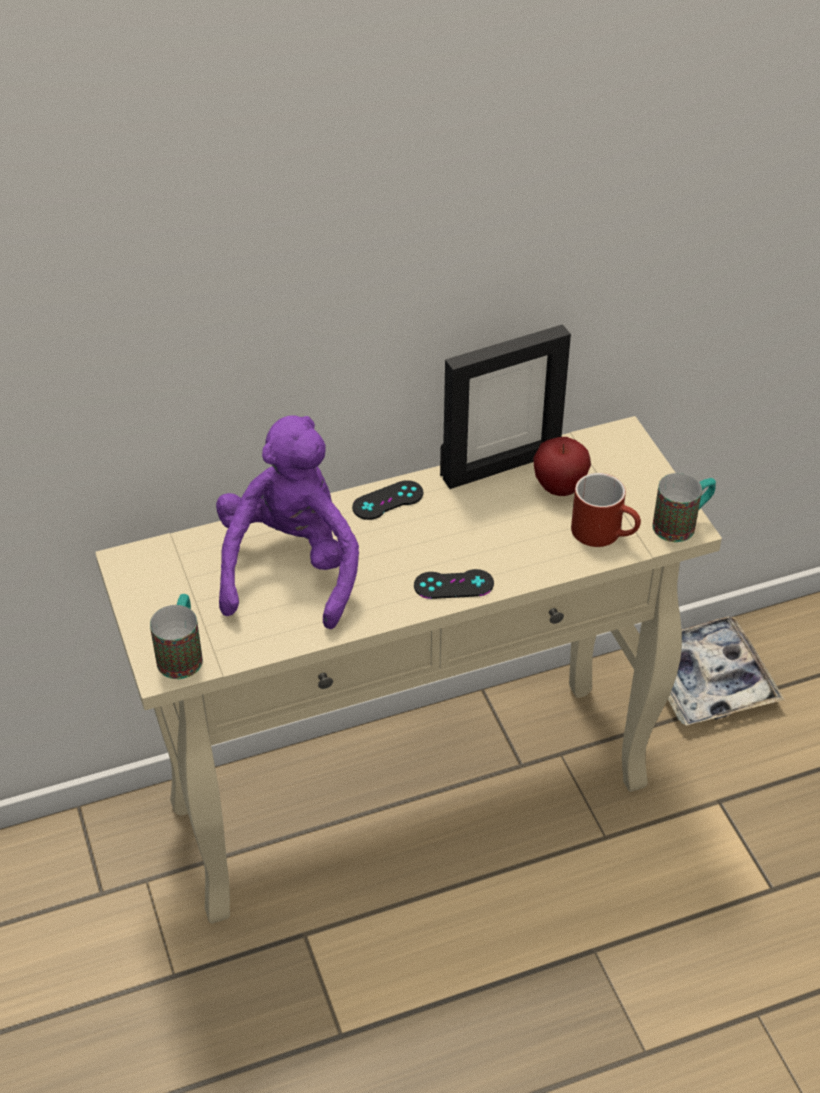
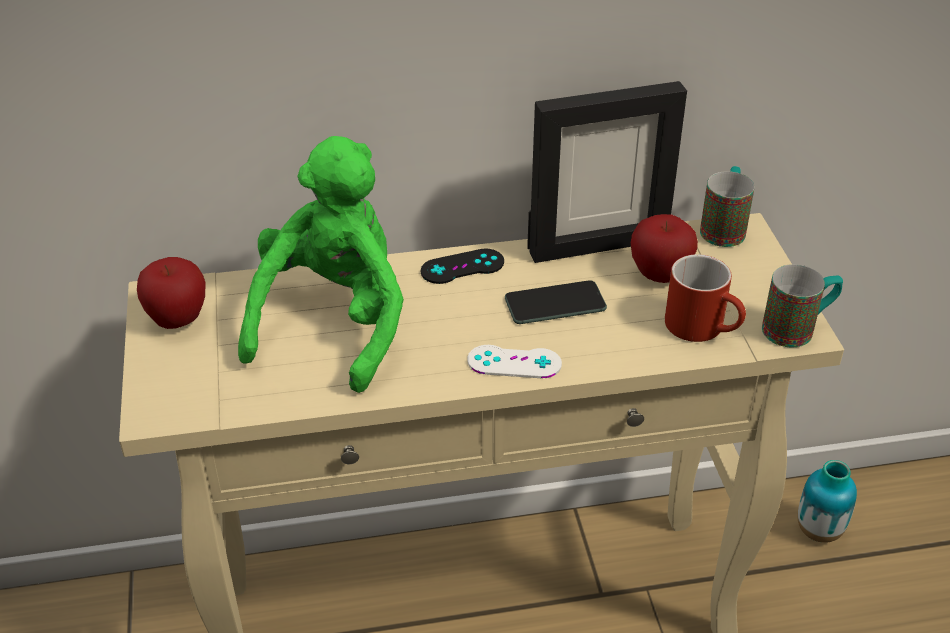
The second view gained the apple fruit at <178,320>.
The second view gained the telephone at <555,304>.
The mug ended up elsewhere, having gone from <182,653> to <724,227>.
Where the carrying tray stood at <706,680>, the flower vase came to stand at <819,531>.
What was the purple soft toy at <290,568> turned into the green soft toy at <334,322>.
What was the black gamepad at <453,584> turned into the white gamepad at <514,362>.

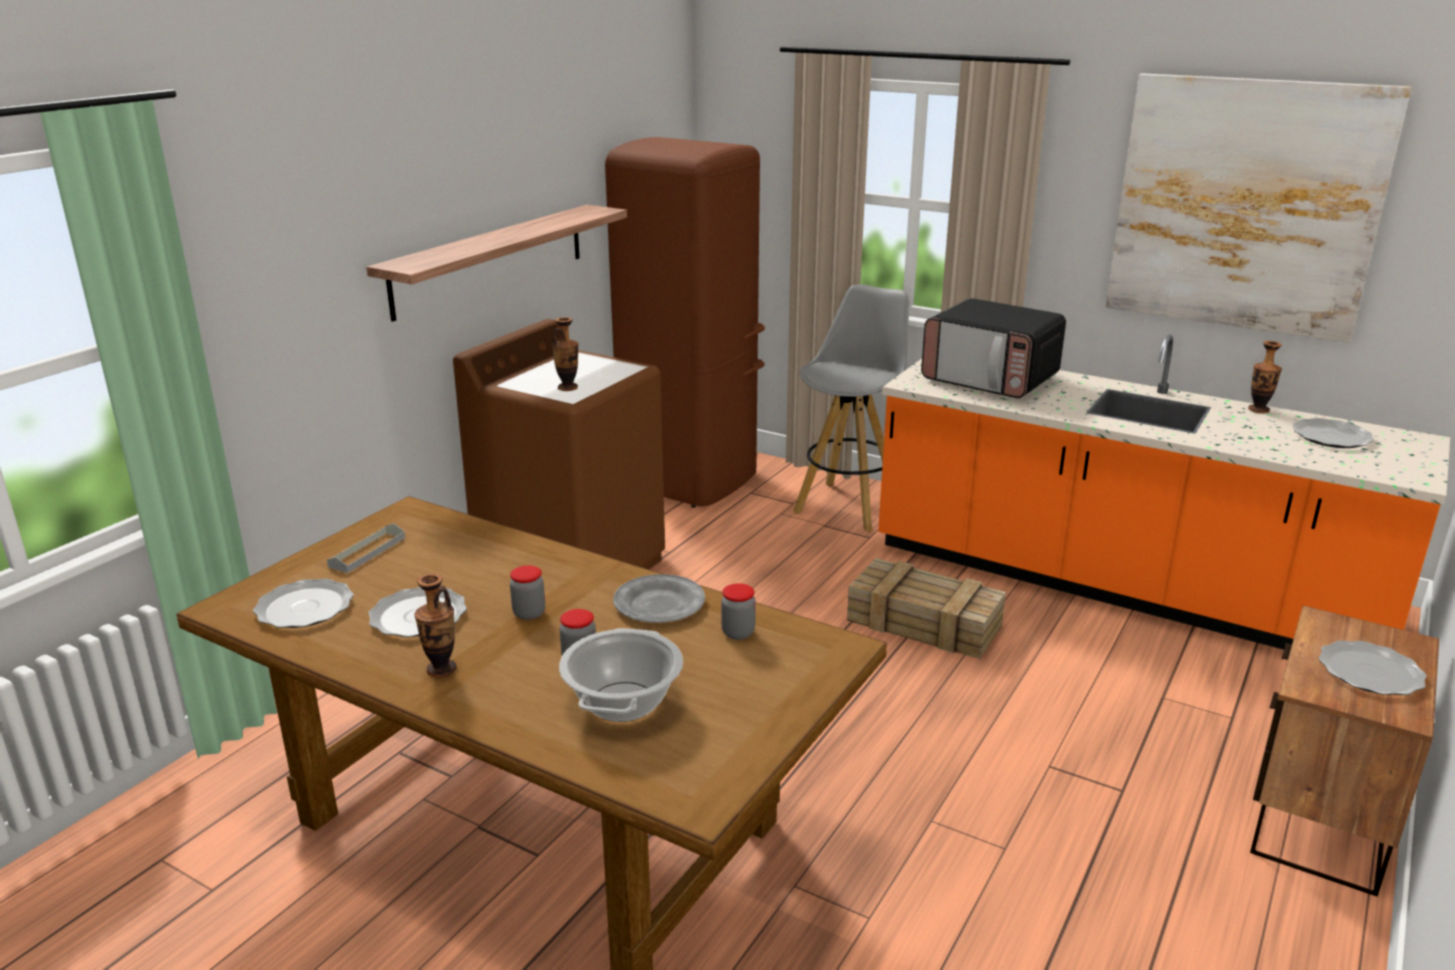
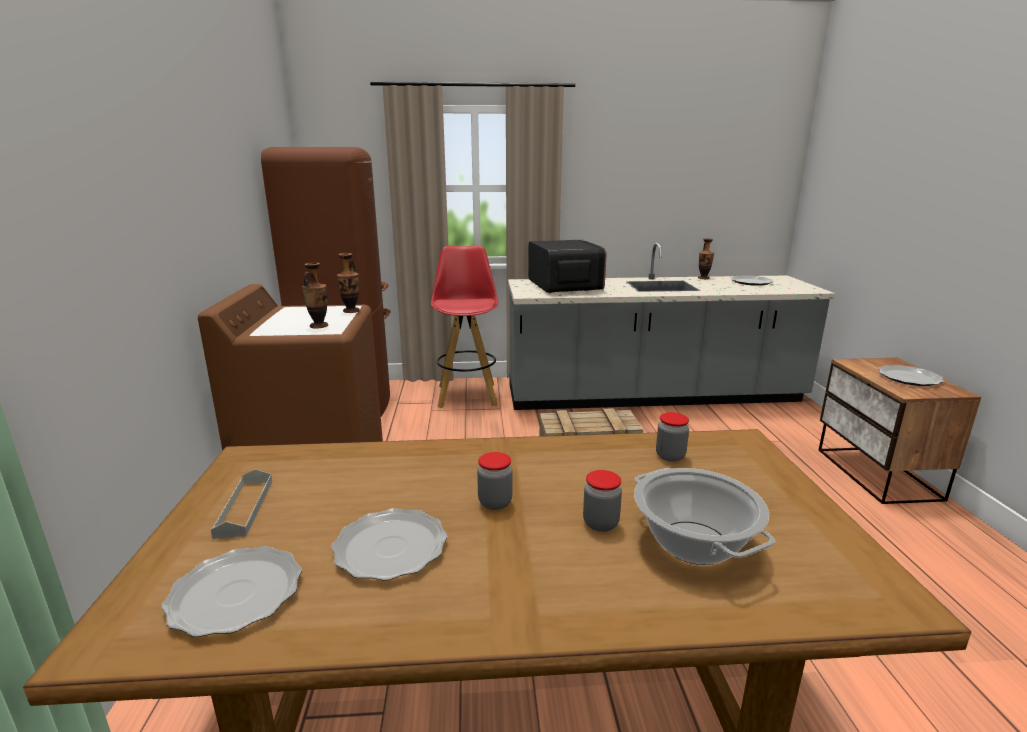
The second view lost the bracket shelf at <491,259>.
The second view lost the gray flat dish at <659,604>.
The second view lost the picture at <1245,206>.
The flower vase ended up elsewhere, having gone from <441,669> to <351,311>.
What was the gray sitting stool at <849,505> turned into the reddish sitting stool at <468,395>.
What was the orange-coloured kitchen base unit at <1121,585> turned into the gray kitchen base unit at <652,395>.
The kitchen microwave at <990,379> ended up facing another way, 105 degrees counterclockwise from before.

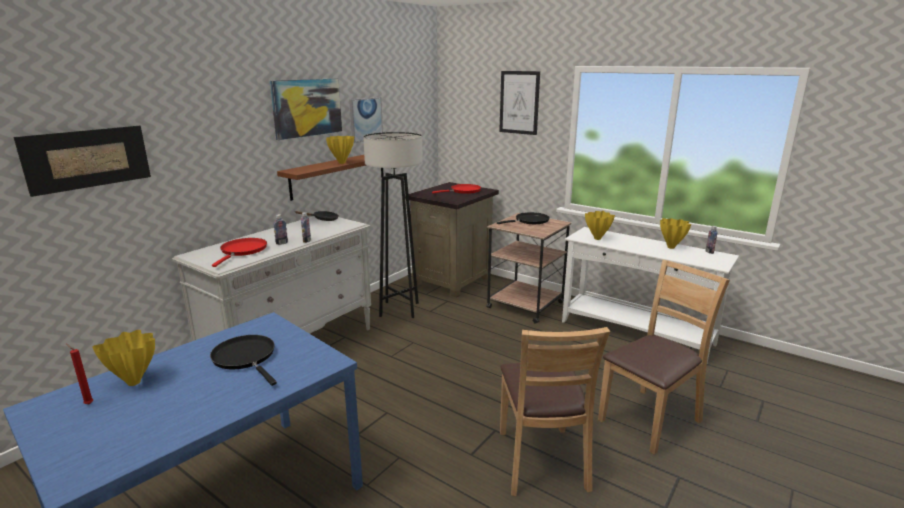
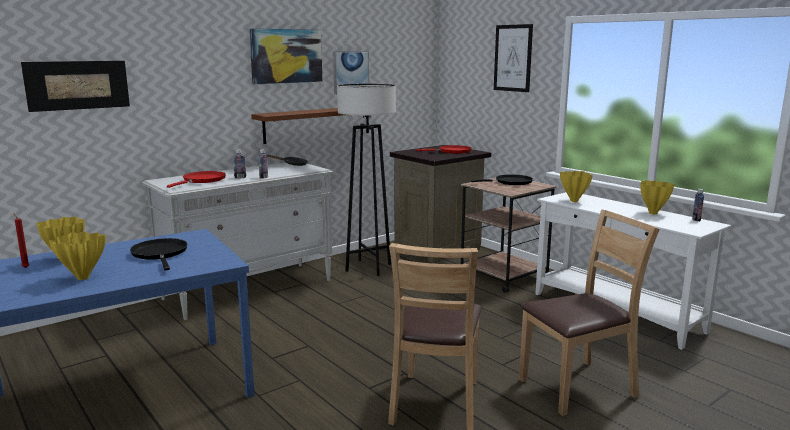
The yellowish flower vase ended up elsewhere, having gone from <341,163> to <82,278>.

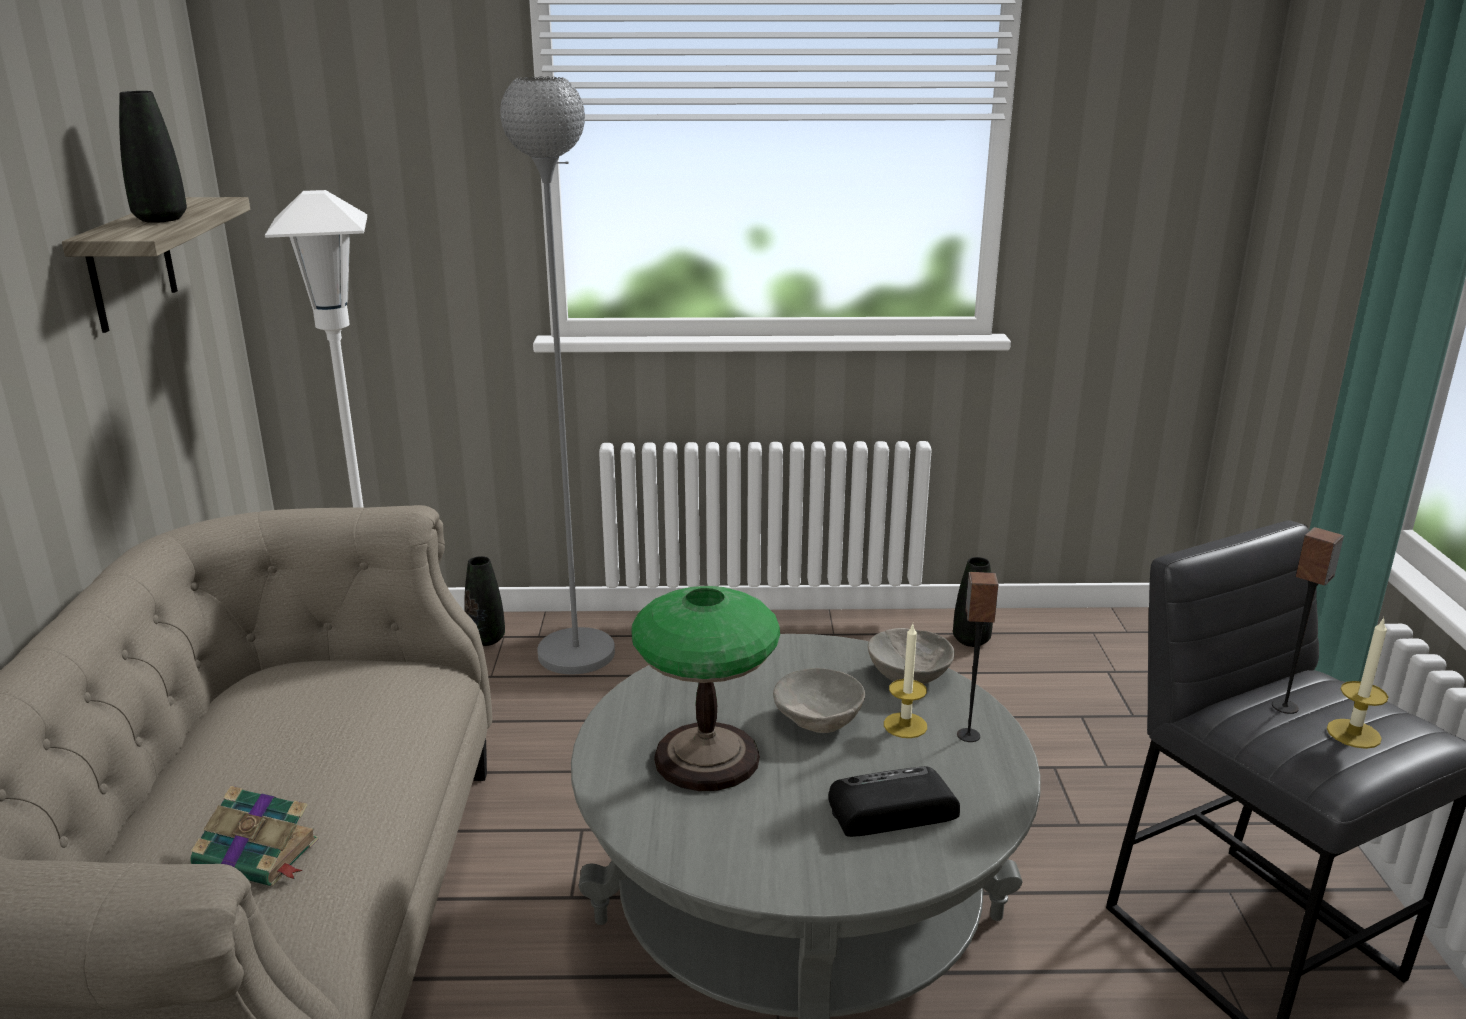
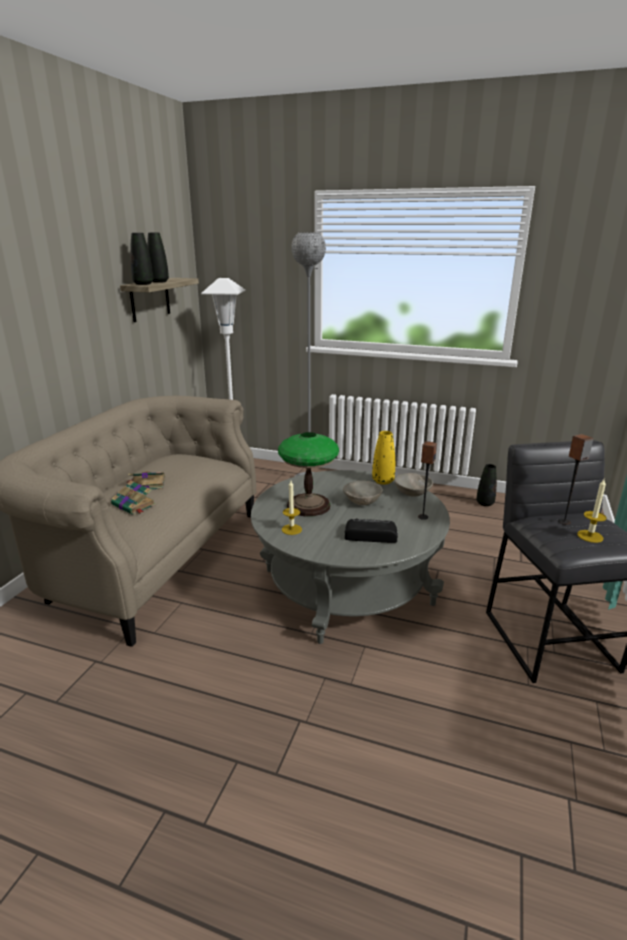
The second view gained the bound book at <147,484>.
The second view gained the yellowish flower vase at <383,481>.
The black flower vase ended up elsewhere, having gone from <486,639> to <143,284>.
The candle ended up elsewhere, having gone from <905,725> to <291,529>.

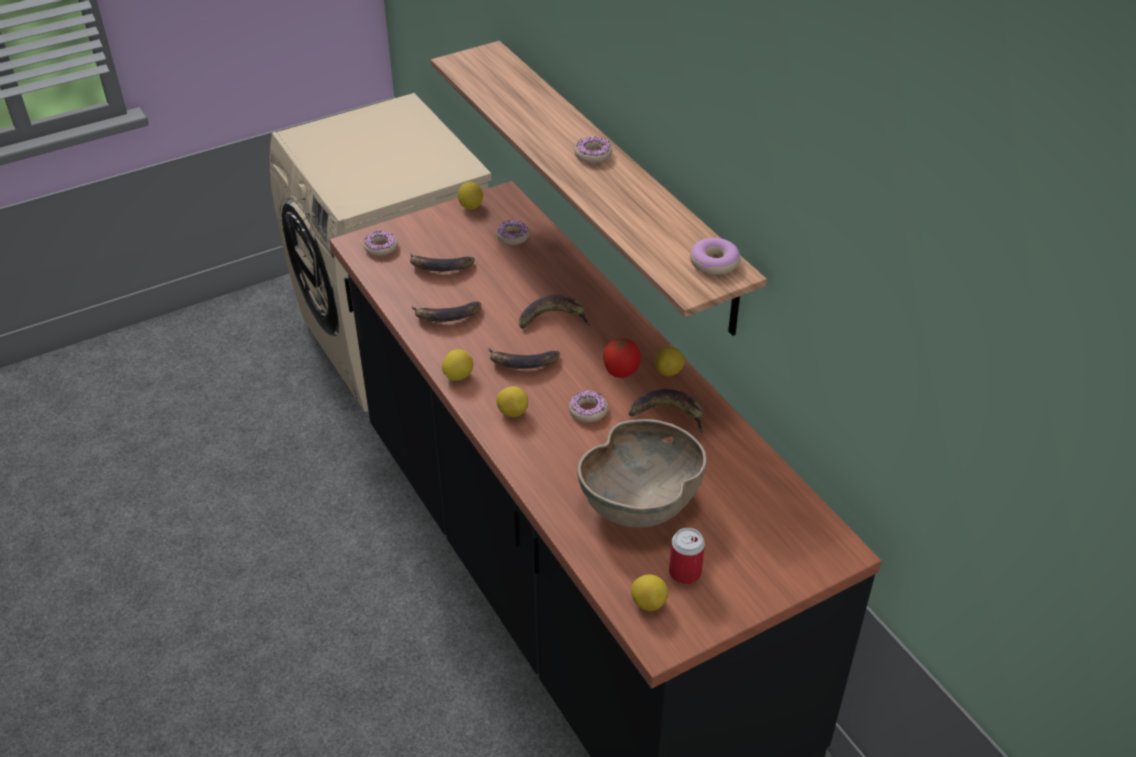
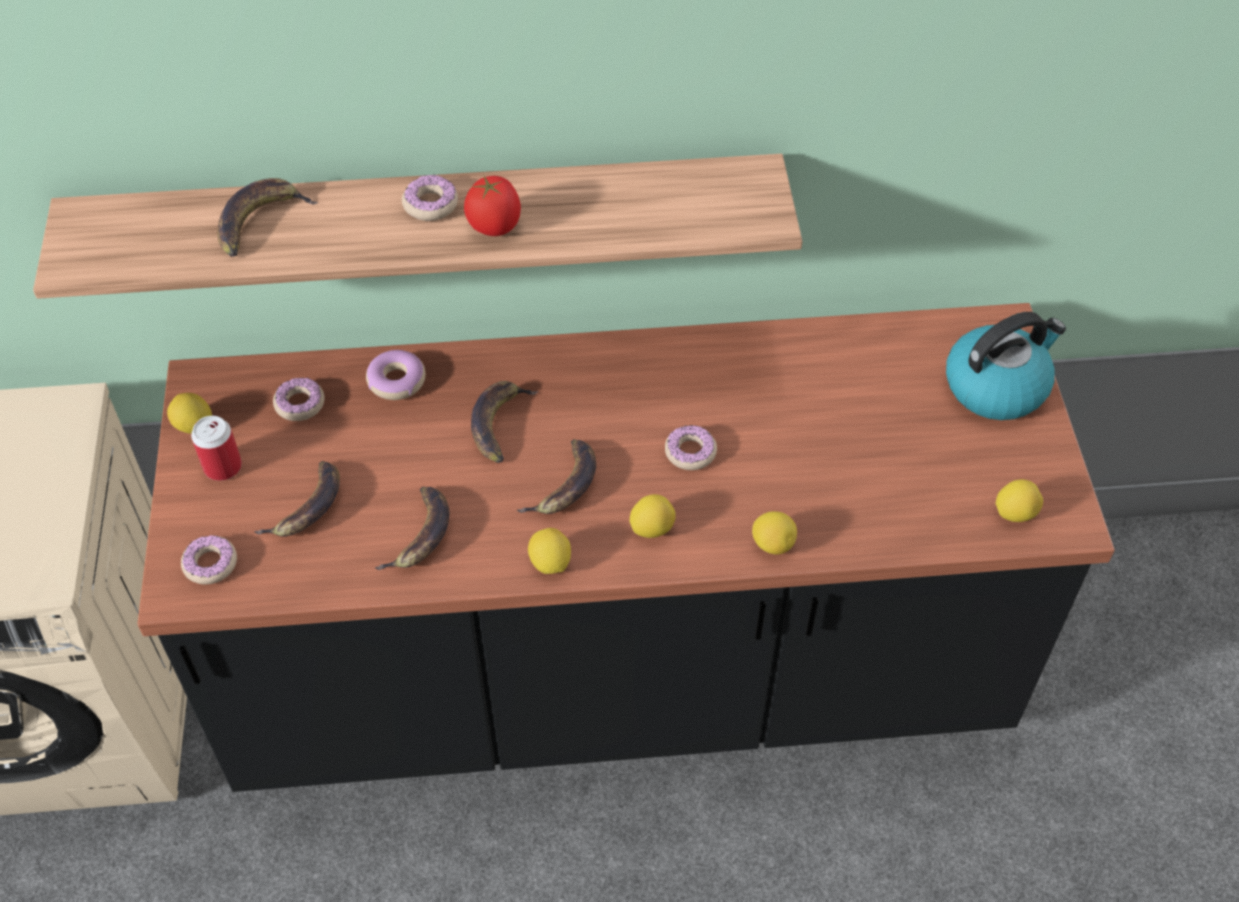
The second view lost the brown-coloured serving bowl at <641,501>.
The second view gained the water kettle at <996,386>.
The tomato ended up elsewhere, having gone from <621,371> to <494,226>.
The whole banana ended up elsewhere, having gone from <668,414> to <259,221>.
The citrus fruit ended up elsewhere, having gone from <669,372> to <772,544>.
The metal can ended up elsewhere, having gone from <685,572> to <223,467>.
The doughnut ended up elsewhere, having gone from <714,262> to <397,381>.

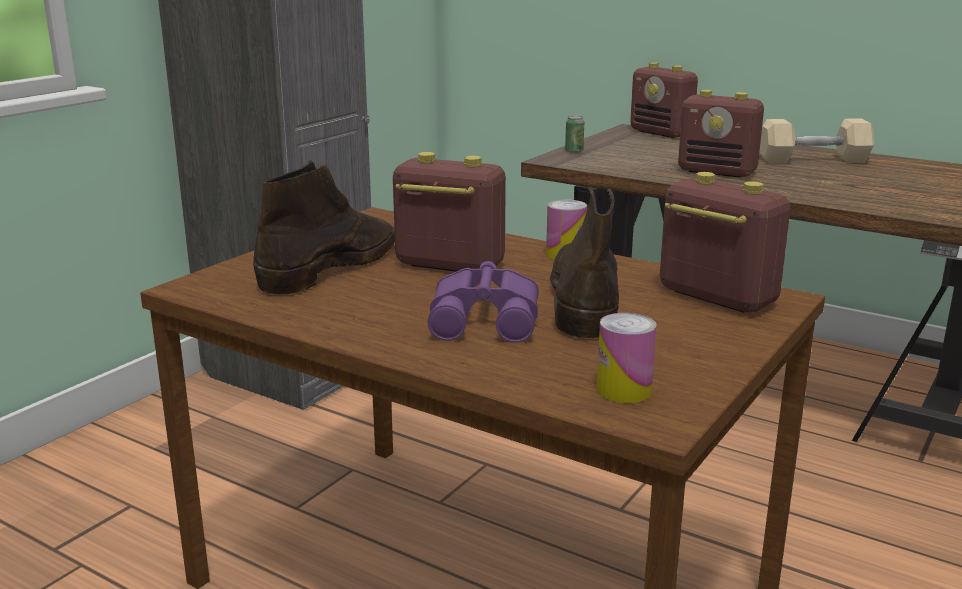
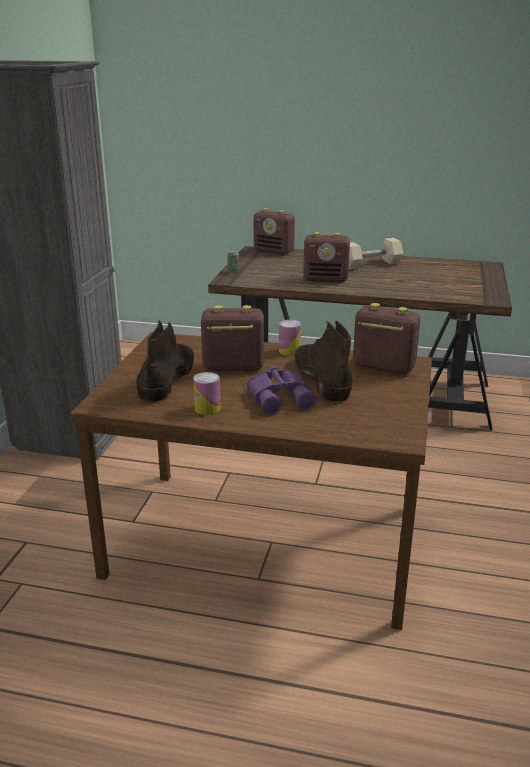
The metal can ended up elsewhere, having gone from <624,390> to <207,408>.

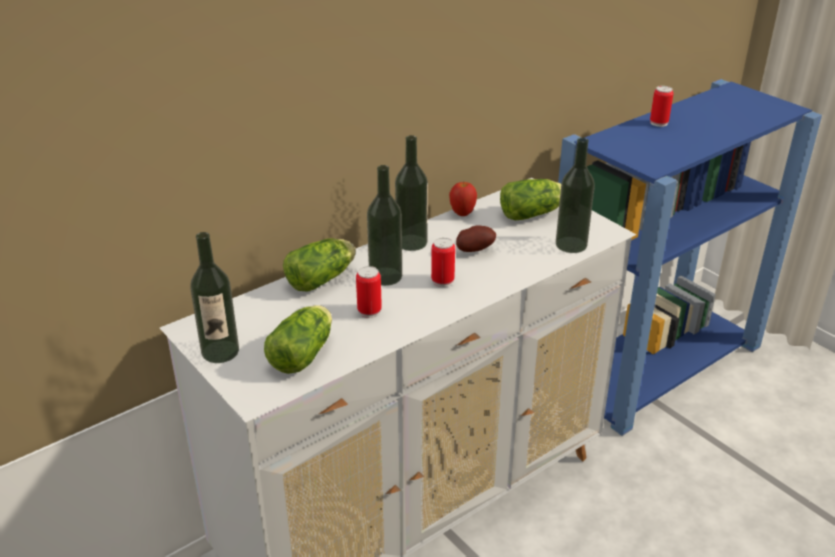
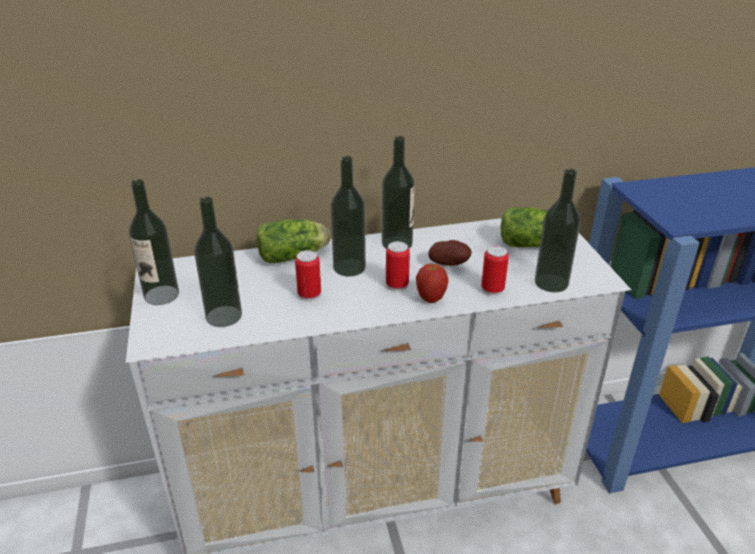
The apple fruit ended up elsewhere, having gone from <462,213> to <430,299>.
The metal can ended up elsewhere, having gone from <658,123> to <492,289>.
Where the head of lettuce stood at <304,353>, the drink bottle came to stand at <224,316>.

